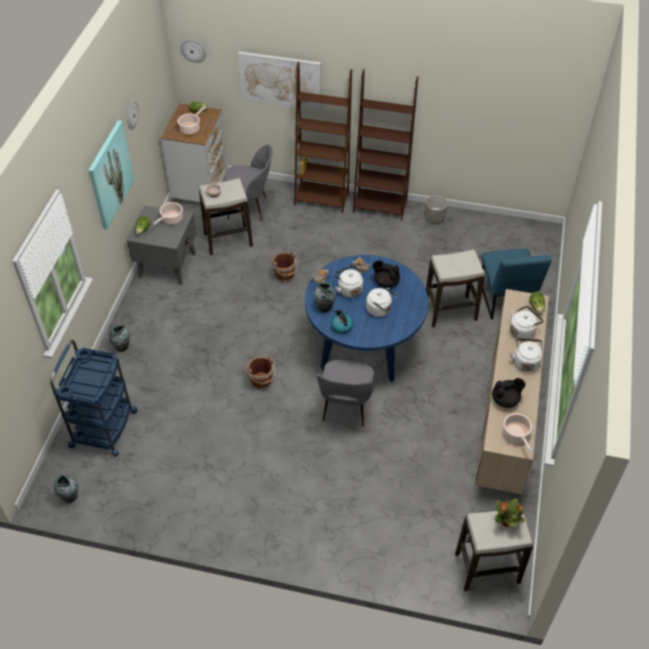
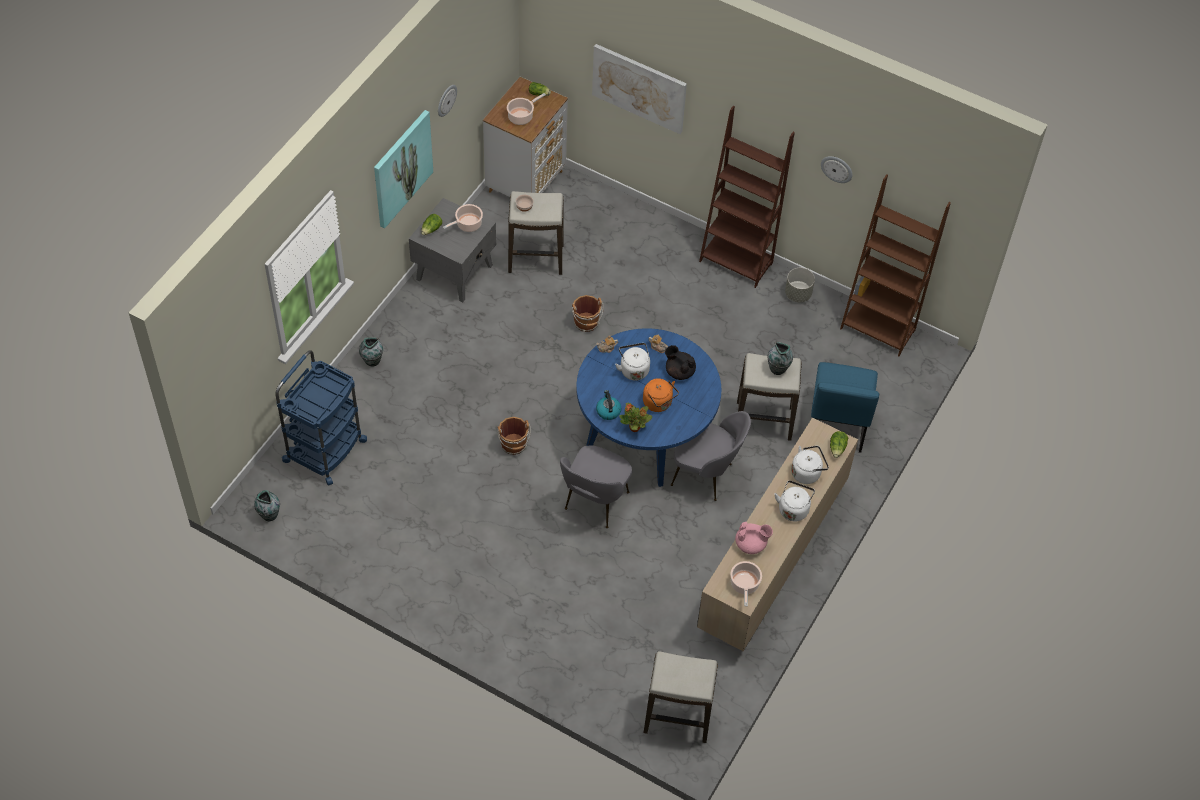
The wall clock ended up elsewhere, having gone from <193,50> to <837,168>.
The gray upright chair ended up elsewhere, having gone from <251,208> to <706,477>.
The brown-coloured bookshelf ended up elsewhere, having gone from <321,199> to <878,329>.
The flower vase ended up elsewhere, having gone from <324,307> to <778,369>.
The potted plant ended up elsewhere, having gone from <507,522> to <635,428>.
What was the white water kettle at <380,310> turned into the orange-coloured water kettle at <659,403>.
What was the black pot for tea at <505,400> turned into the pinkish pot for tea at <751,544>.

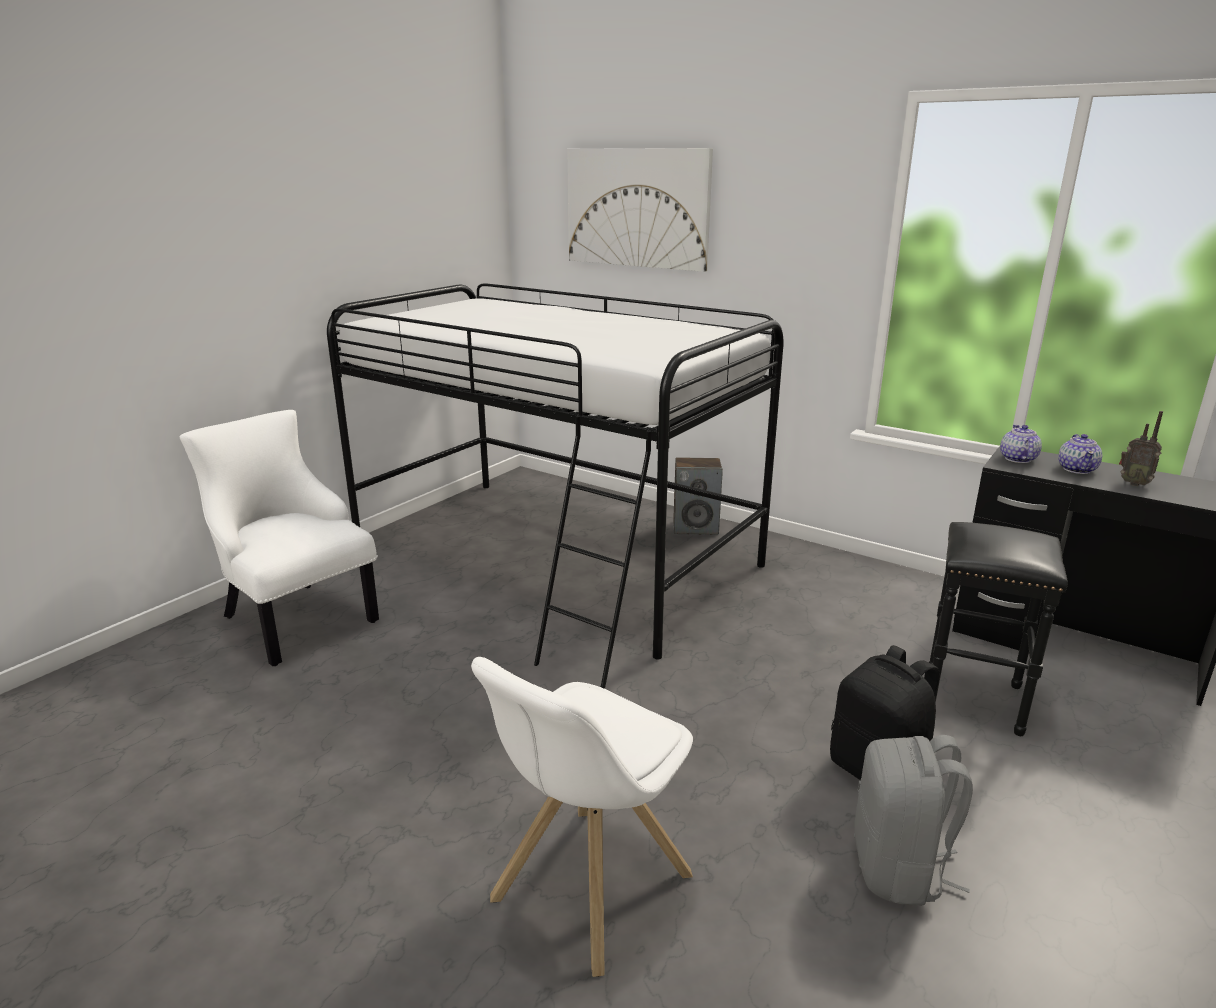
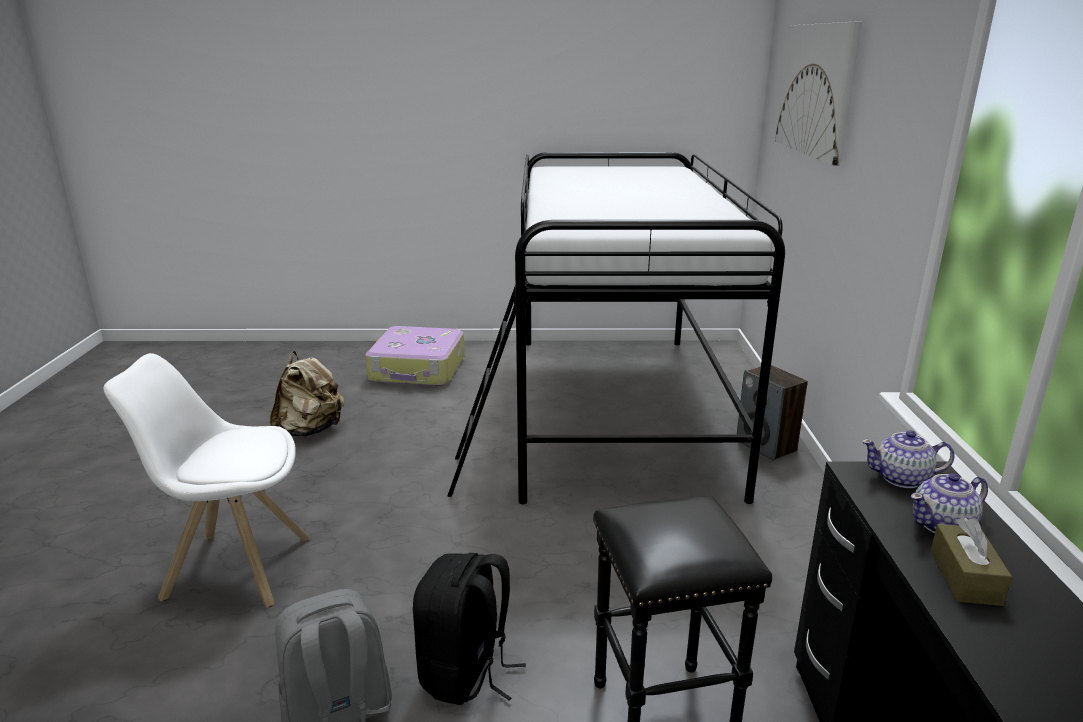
The second view gained the sand-coloured rucksack at <310,430>.
Where the white upright chair stood at <299,622>, the travel case came to stand at <418,369>.
Where the radio stood at <1133,483>, the brown-coloured tissue box came to stand at <965,577>.
The pot for tea at <1017,459> ended up facing another way, 150 degrees counterclockwise from before.

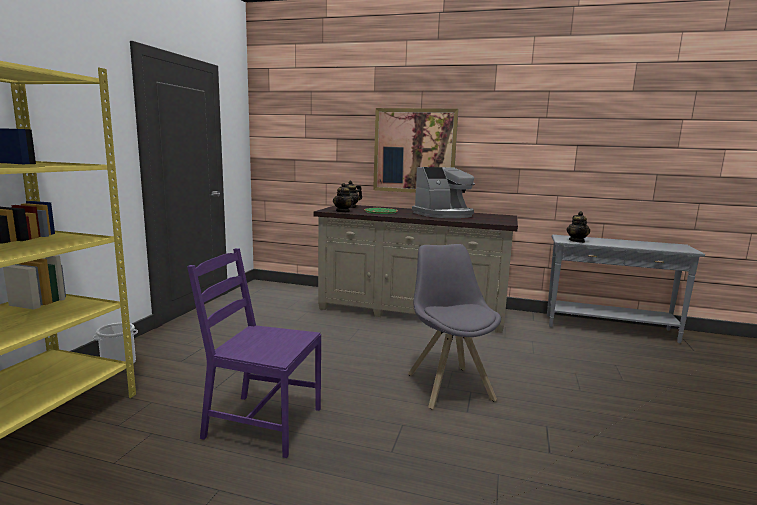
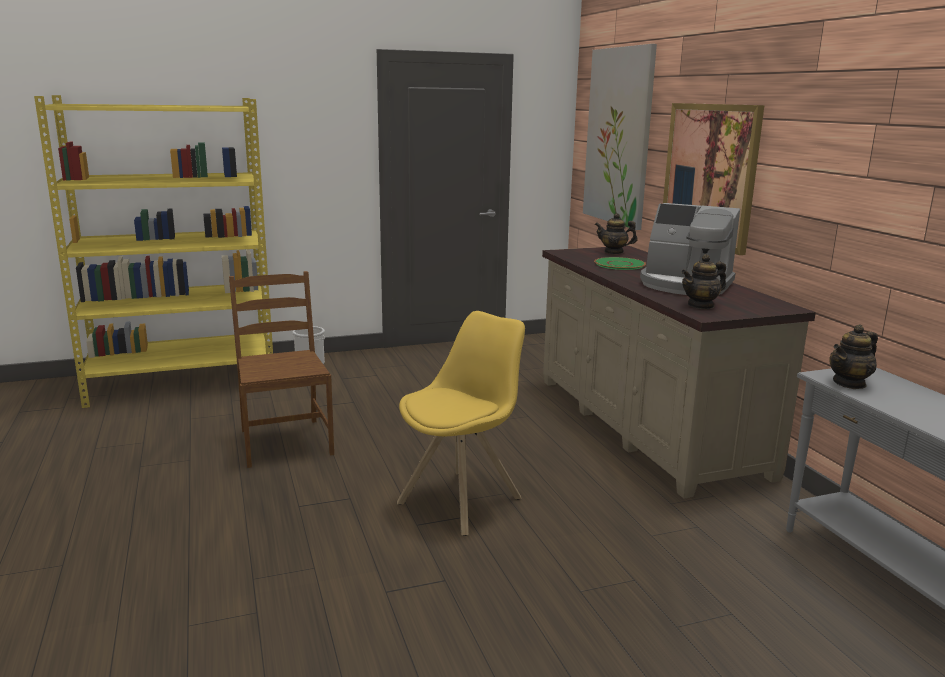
The second view gained the picture at <618,137>.
The pot for tea ended up elsewhere, having gone from <343,211> to <701,305>.
What was the purple upright chair at <262,423> turned into the brown-coloured upright chair at <284,442>.
What was the gray upright chair at <448,386> turned into the yellowish upright chair at <461,501>.

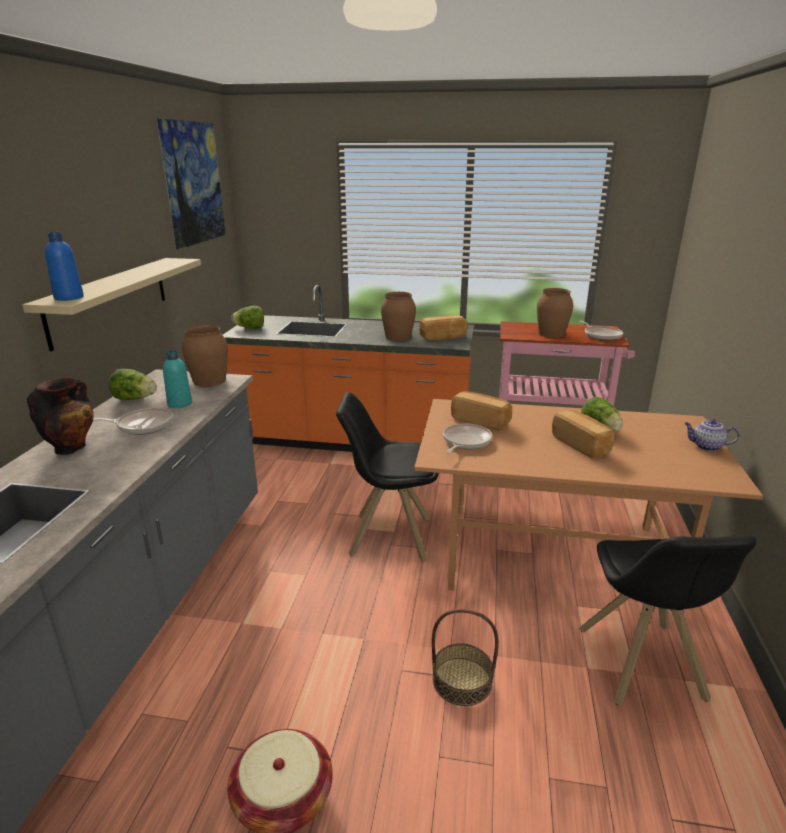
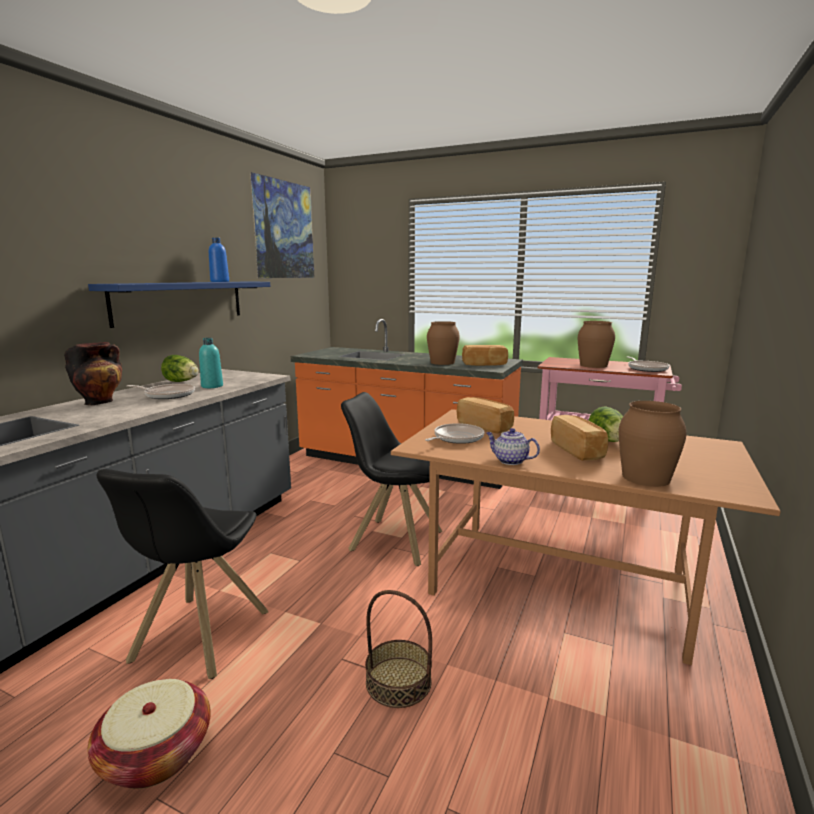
The second view lost the head of lettuce at <250,328>.
The blue-coloured drink bottle ended up elsewhere, having gone from <69,297> to <219,281>.
The brown-coloured flower vase ended up elsewhere, having gone from <209,381> to <645,477>.
The black upright chair ended up elsewhere, having gone from <641,663> to <199,635>.
The pot for tea ended up elsewhere, having gone from <706,446> to <510,461>.
What was the sand-coloured bracket shelf at <110,299> turned into the blue-coloured bracket shelf at <181,301>.

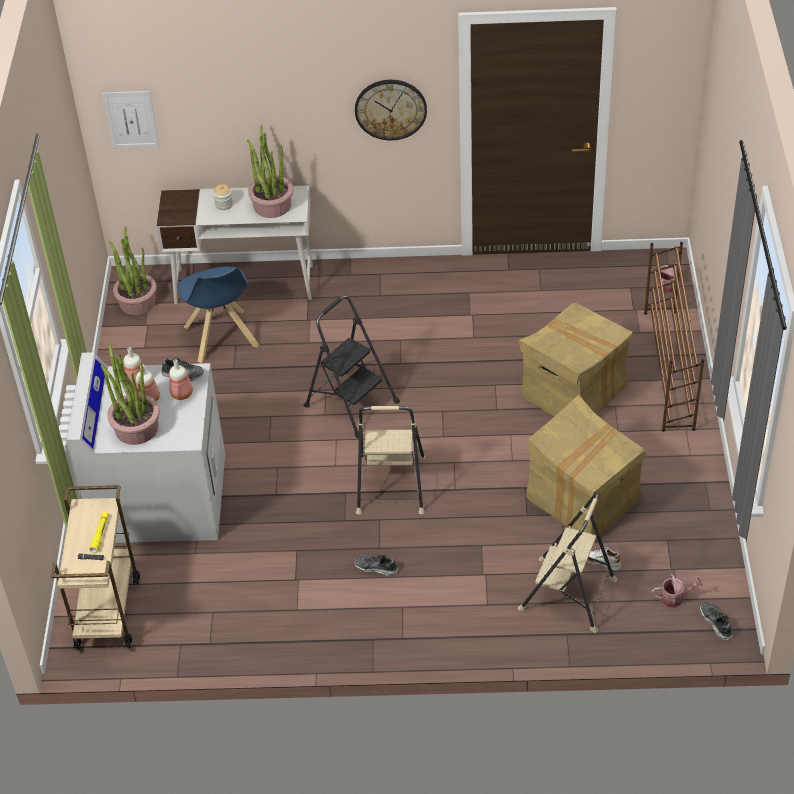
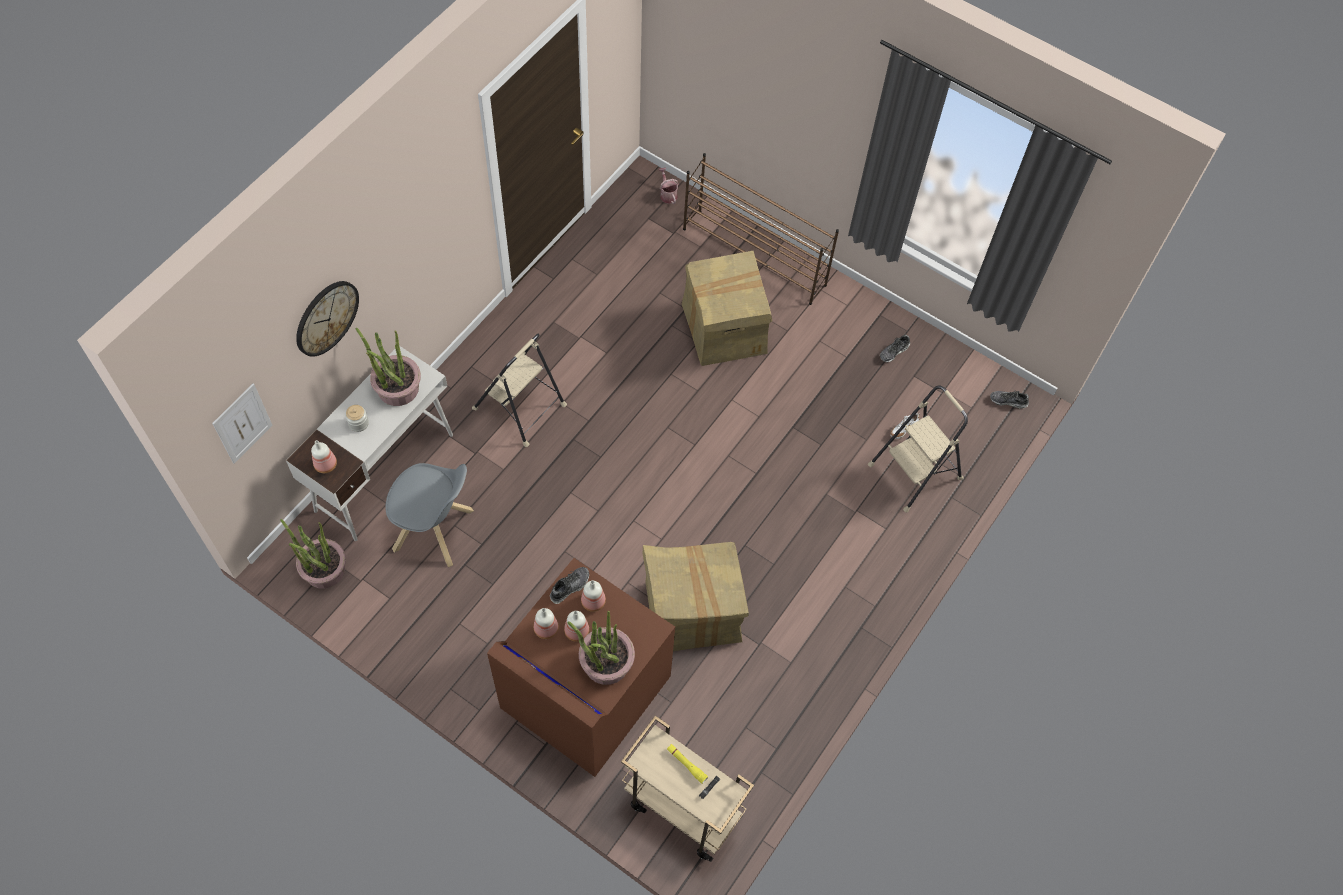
The second view lost the black step stool at <349,402>.
The second view lost the sprinkling can at <675,598>.
The second view gained the drink bottle at <326,464>.
The low shoe ended up elsewhere, having gone from <376,568> to <894,352>.
The wall clock ended up elsewhere, having gone from <390,109> to <326,317>.
The sand-coloured step stool ended up elsewhere, having gone from <391,486> to <521,407>.
The carton ended up elsewhere, having gone from <582,498> to <692,612>.
What was the white laundry appliance at <161,496> turned into the brown-coloured laundry appliance at <585,691>.
What was the blue-coloured upright chair at <221,338> turned into the gray upright chair at <436,531>.

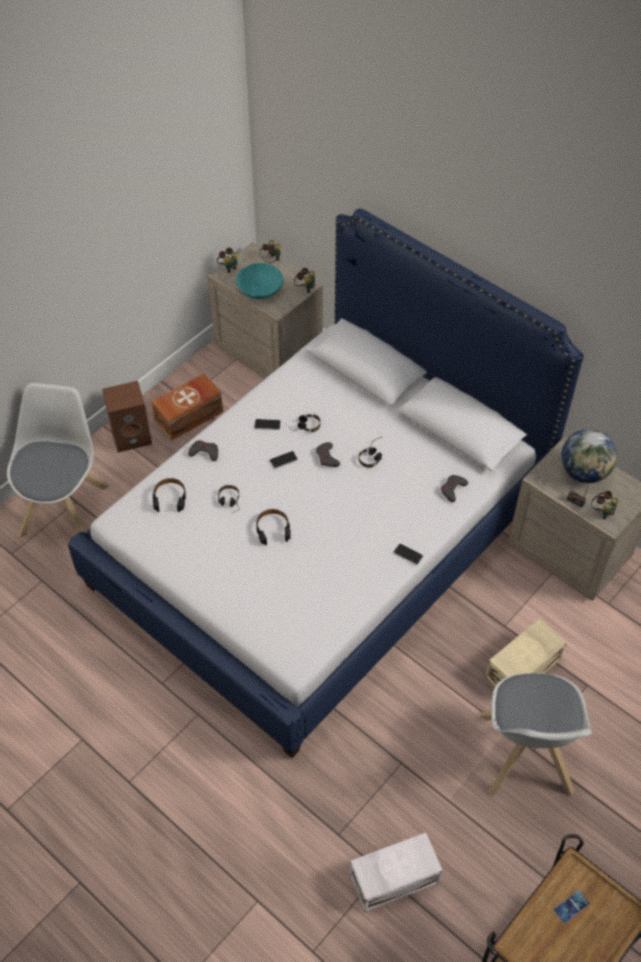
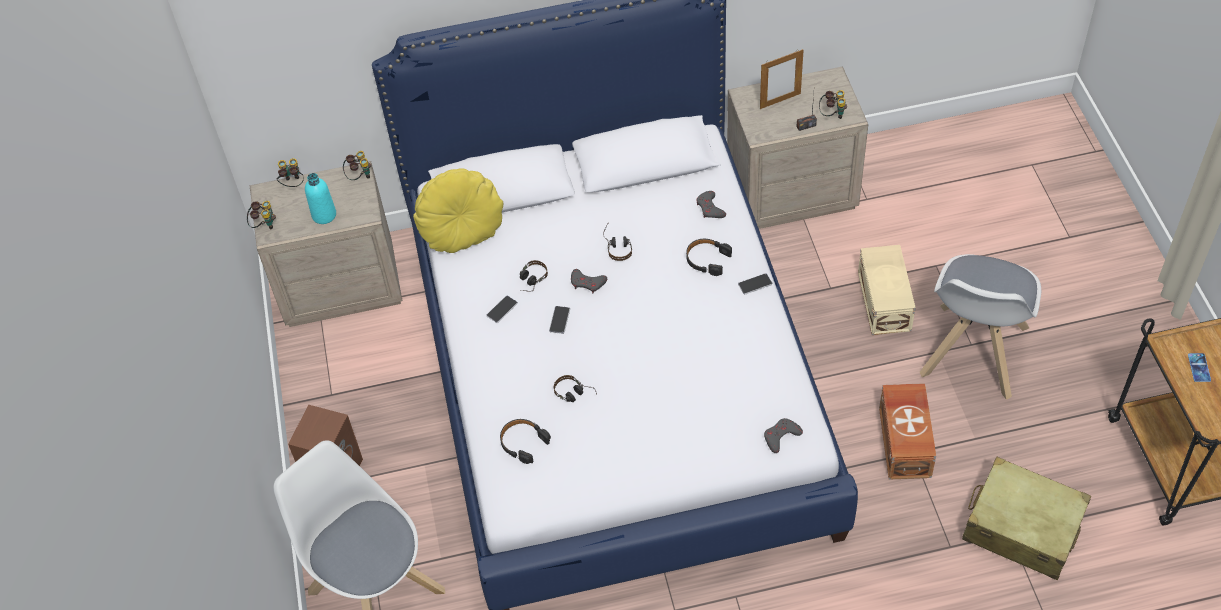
The second view gained the yellowish cushion at <463,236>.
The brown-coloured storage container ended up elsewhere, having gone from <190,416> to <906,441>.
The gray gamepad ended up elsewhere, having gone from <204,452> to <781,436>.
The black headphones ended up elsewhere, having gone from <273,529> to <707,259>.
Where the blue-green serving bowl stood at <260,290>, the blue-green drink bottle came to stand at <324,215>.
Where the white storage container stood at <392,878>, the sand-coloured travel case came to stand at <1022,527>.
Where the desk globe stood at <584,472>, the photo frame came to stand at <780,101>.
The upright chair at <526,756> ended up facing another way, 75 degrees clockwise from before.

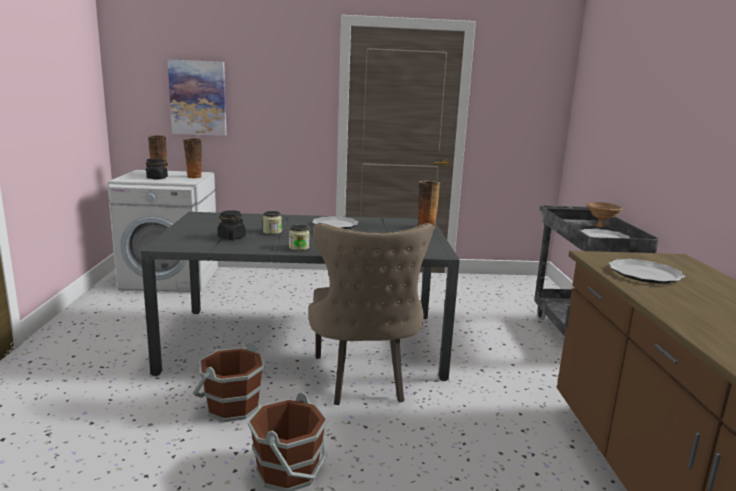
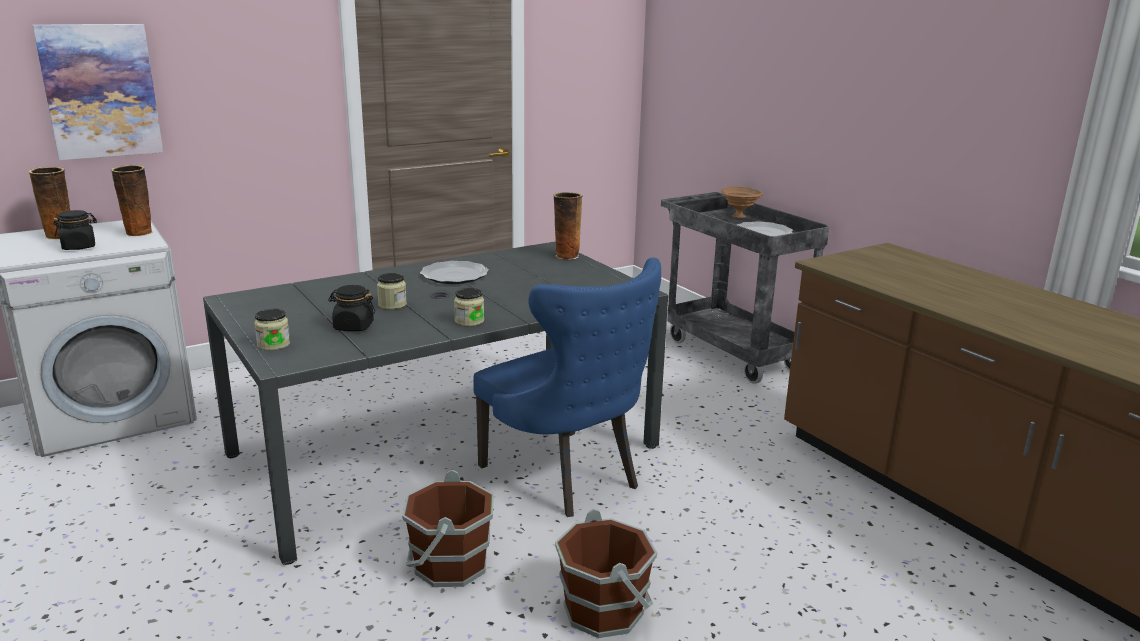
The second view lost the flat dish at <645,274>.
The second view gained the jar at <273,345>.
What was the sand-coloured upright chair at <363,379> turned into the blue-coloured upright chair at <567,476>.

